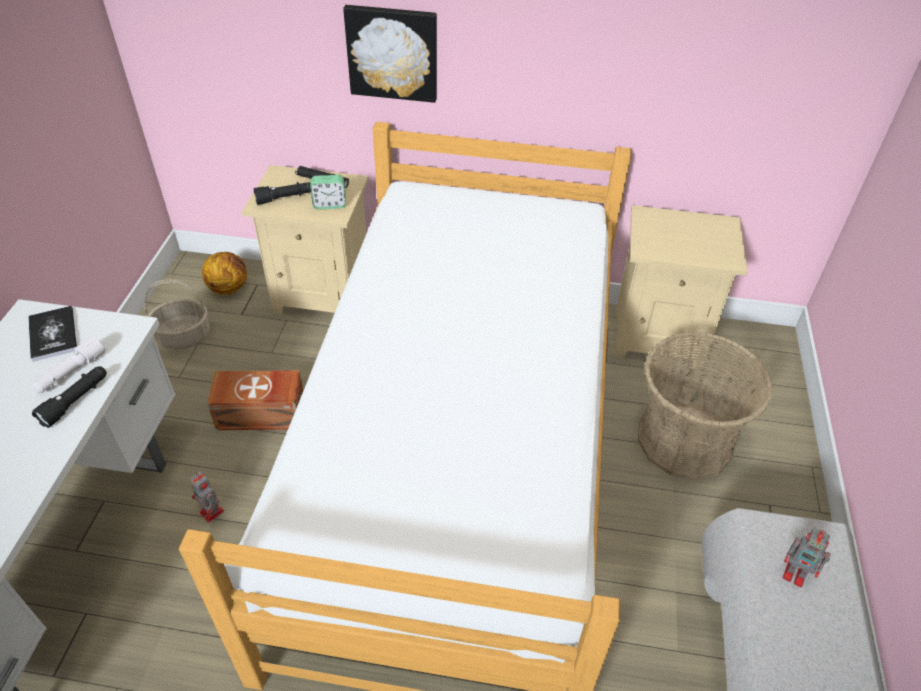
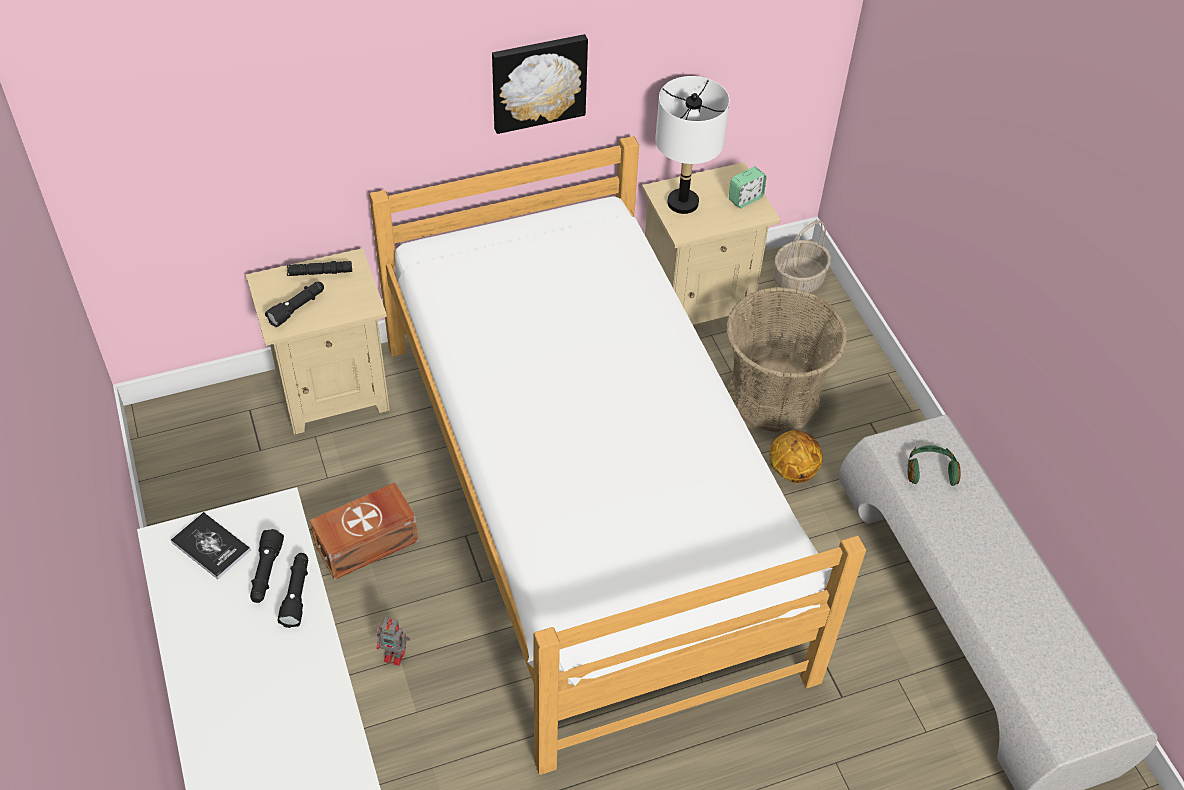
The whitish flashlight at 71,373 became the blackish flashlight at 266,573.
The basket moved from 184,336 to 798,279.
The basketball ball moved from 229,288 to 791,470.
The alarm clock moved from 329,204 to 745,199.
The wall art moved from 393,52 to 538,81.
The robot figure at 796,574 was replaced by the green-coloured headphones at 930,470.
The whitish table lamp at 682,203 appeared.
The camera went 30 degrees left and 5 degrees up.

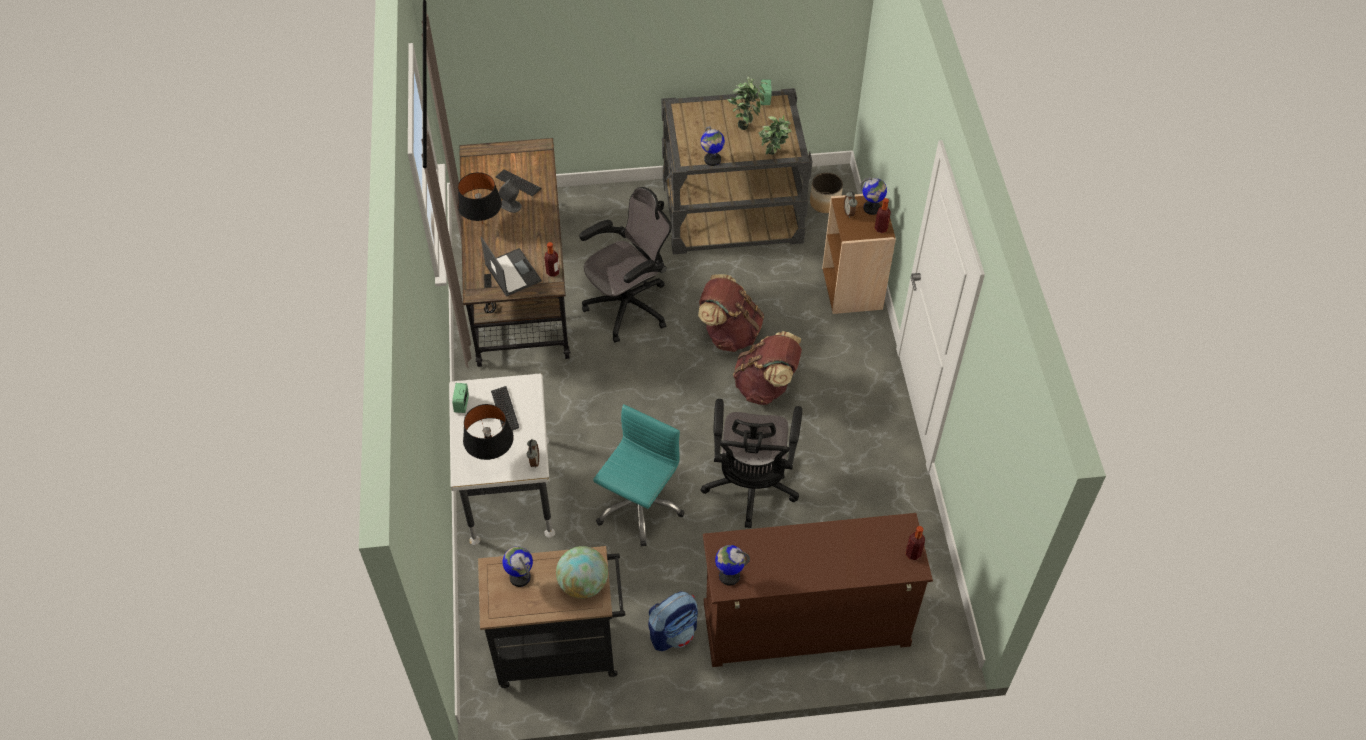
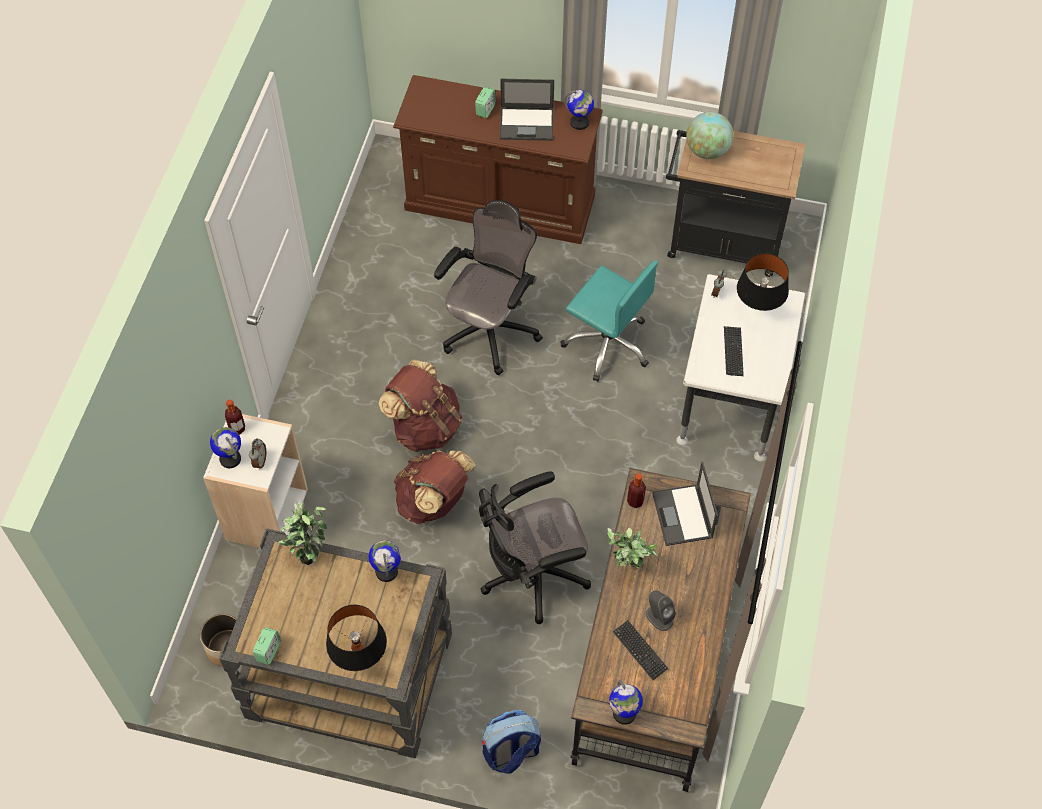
The alarm clock moved from 462,404 to 485,110.
The blackish table lamp moved from 483,224 to 359,657.
The desk globe moved from 520,577 to 624,713.
The blue-green office chair at 638,507 turned 105 degrees counterclockwise.
The rucksack moved from 673,633 to 511,752.
The plant in a pot moved from 746,123 to 628,568.
The brownish bookshelf at 853,289 became the whitish bookshelf at 266,513.
The drink bottle at 913,553 disappeared.
The portable computer at 527,123 appeared.
The camera went 160 degrees left and 5 degrees up.

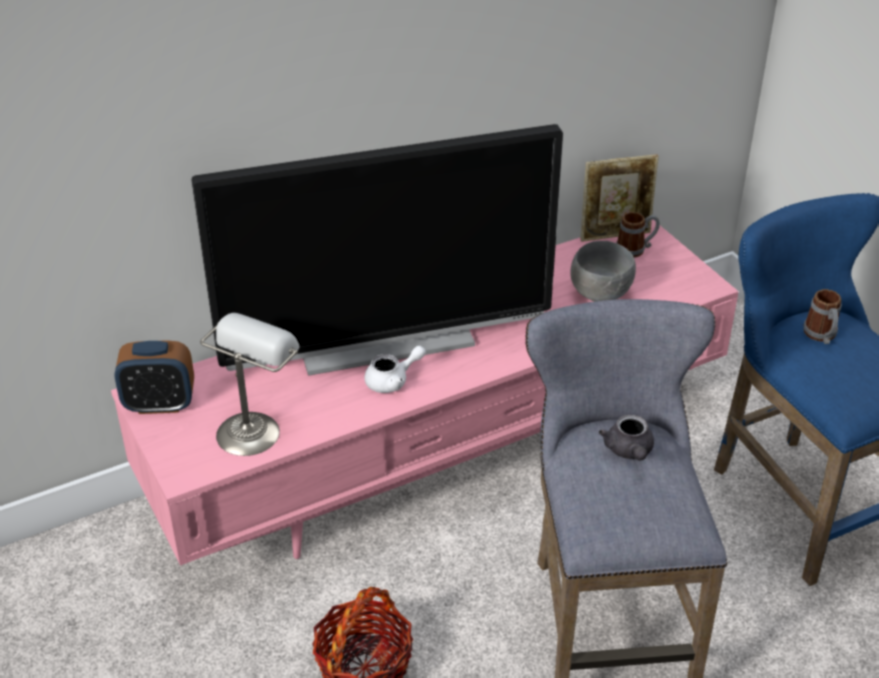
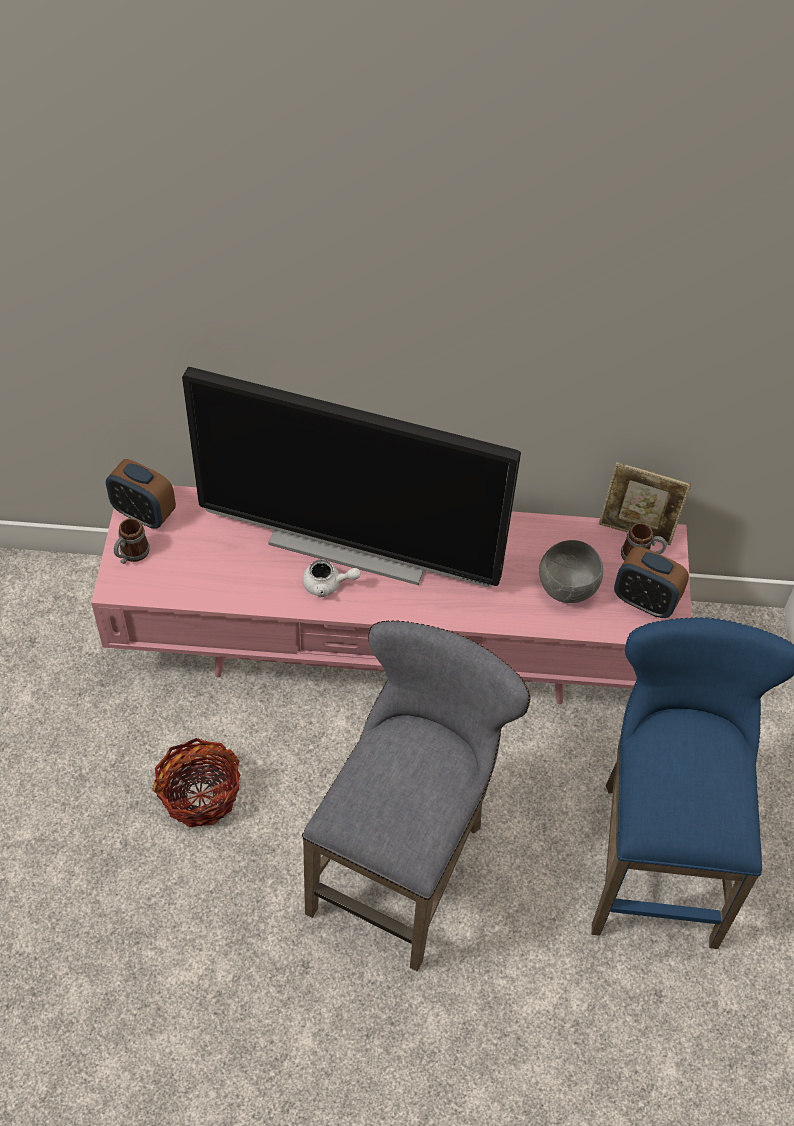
The whitish table lamp at 254,424 disappeared.
The greyish pot for tea at 629,451 disappeared.
The coffee mug moved from 821,336 to 131,555.
The alarm clock at 645,601 appeared.
The camera went 30 degrees right and 15 degrees up.

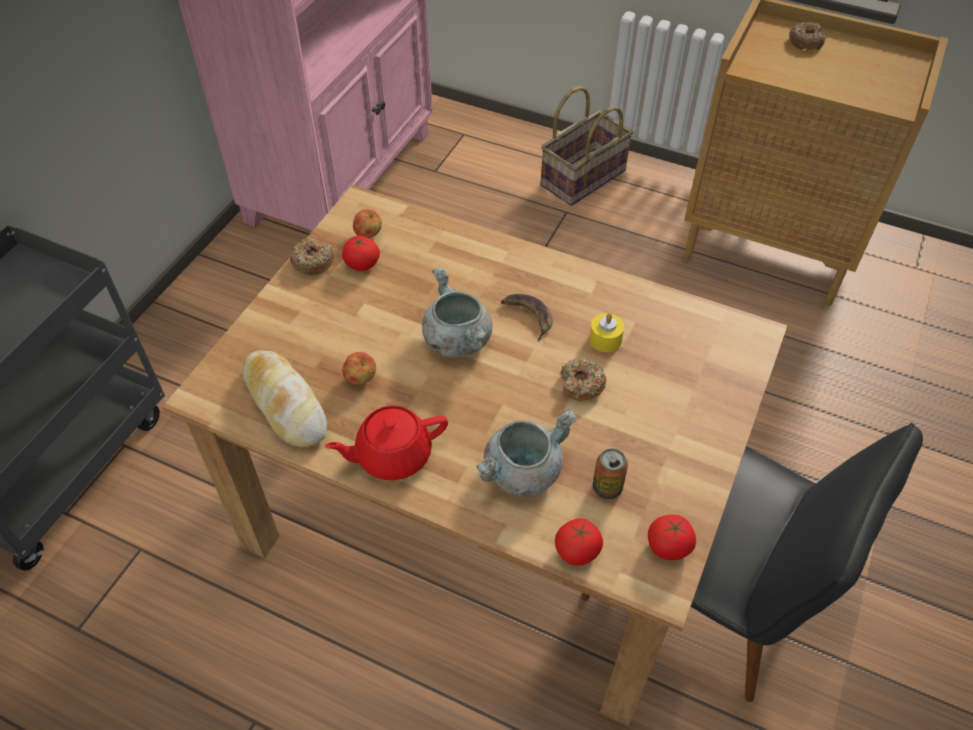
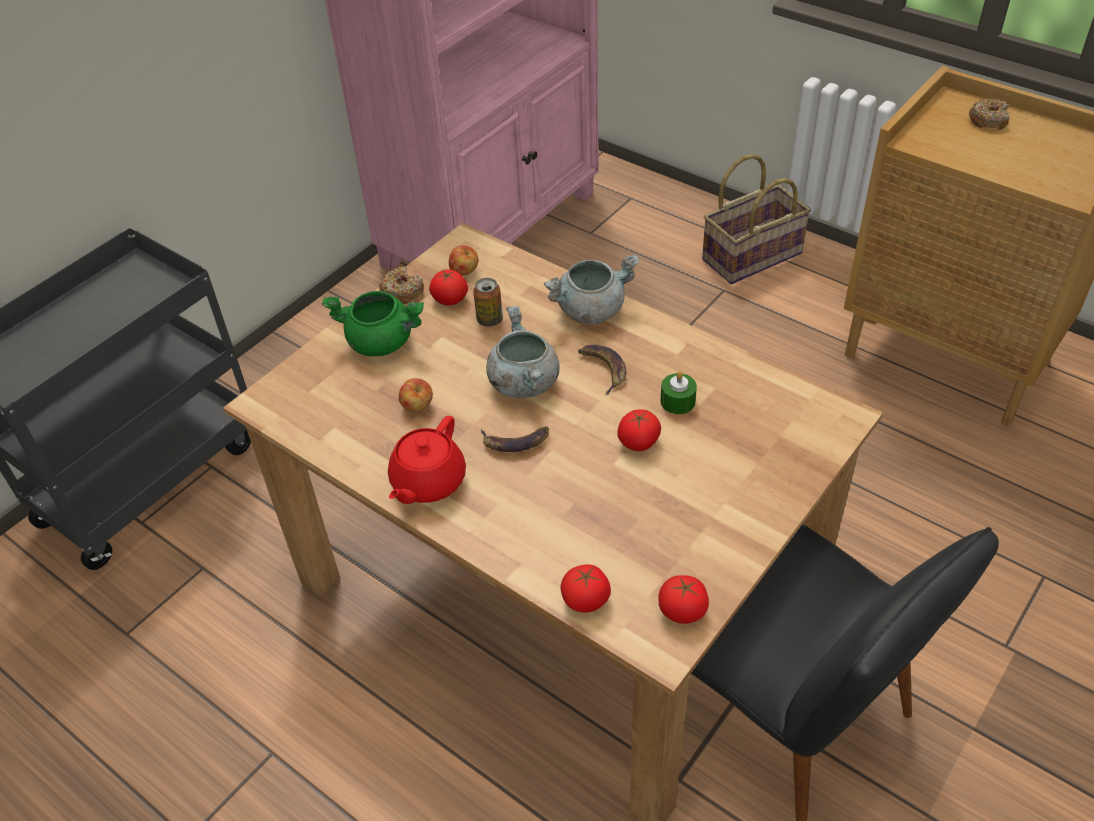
The baked bread at 285,404 disappeared.
The red-coloured pot for tea at 392,455 turned 60 degrees counterclockwise.
The greyish saucepot moved from 522,471 to 591,310.
The doughnut at 581,385 was replaced by the tomato at 638,442.
The yellowish wax light at 605,339 became the green-coloured wax light at 677,401.
The can moved from 607,488 to 489,320.
The green-coloured saucepot at 381,342 appeared.
The banana at 515,441 appeared.
The camera went 15 degrees right and 5 degrees down.

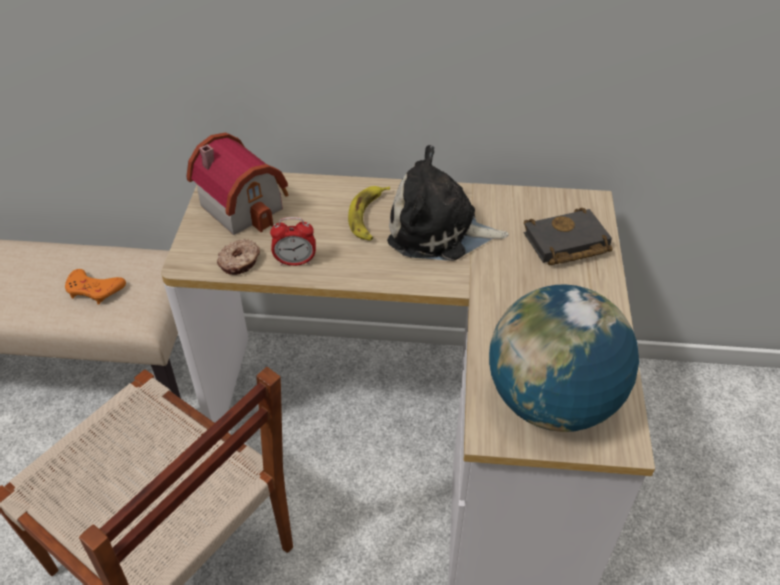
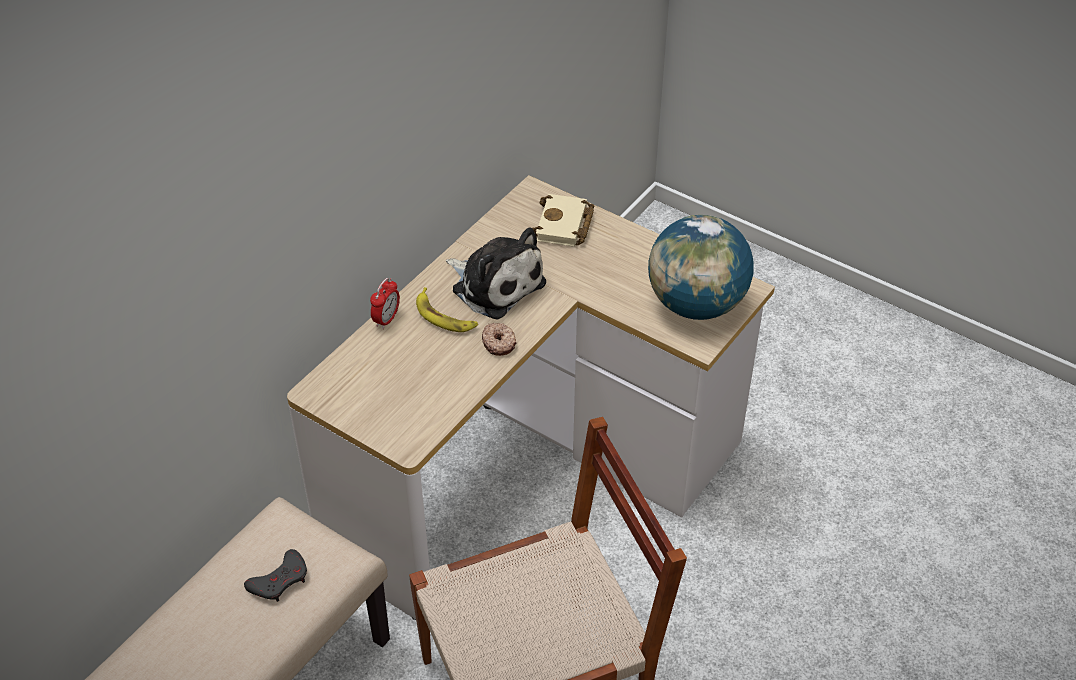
The orange game controller at 94,290 became the greyish game controller at 280,580.
The toy house at 244,204 disappeared.
The doughnut moved from 240,262 to 499,343.
The alarm clock moved from 295,262 to 386,319.
The plush toy at 439,231 turned 90 degrees counterclockwise.
The blackish bound book at 565,244 became the sand-coloured bound book at 564,226.
The camera went 60 degrees left and 0 degrees up.

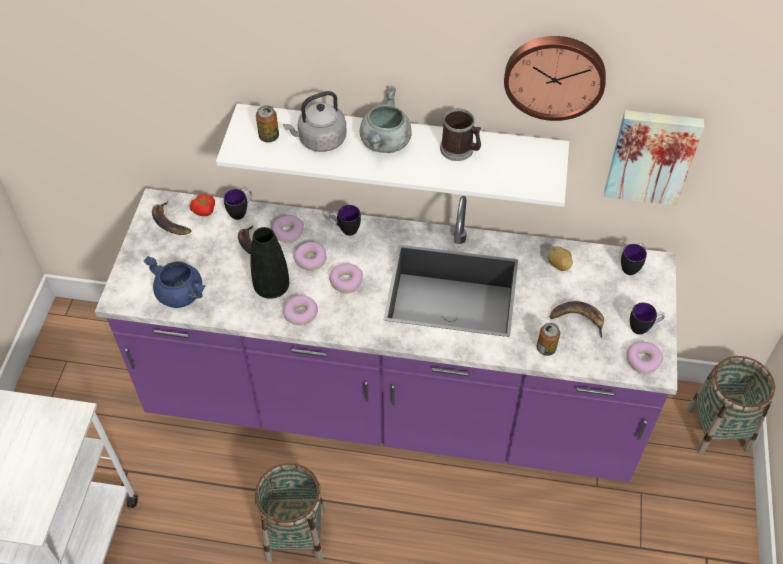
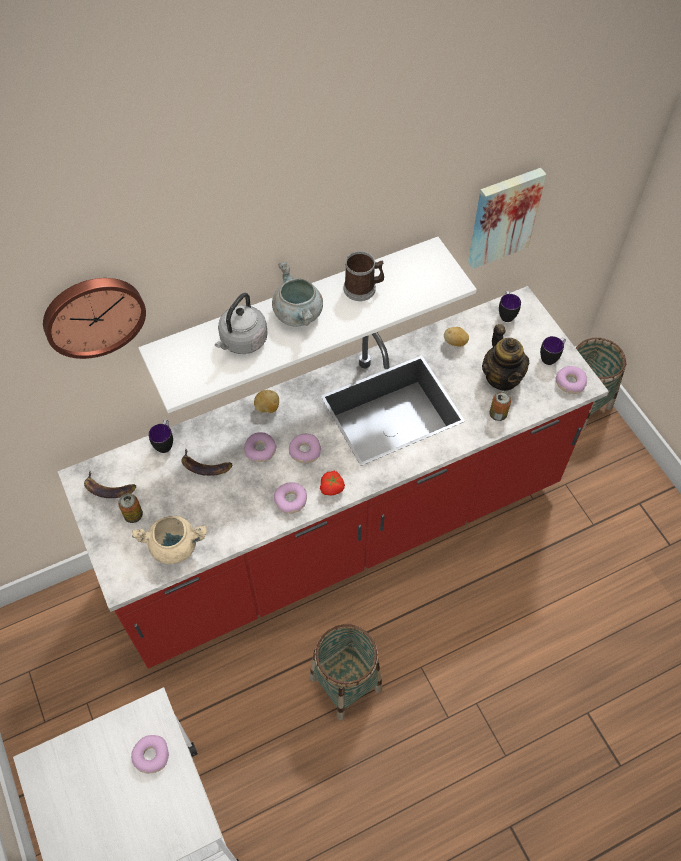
The purple-coloured kitchen counter at 391,406 became the red-coloured kitchen counter at 340,533.
The blue-coloured saucepot at 181,294 became the sand-coloured saucepot at 175,545.
The tomato moved from 204,211 to 332,487.
The blackish flower vase at 272,288 disappeared.
The can moved from 269,137 to 133,515.
The doughnut moved from 287,232 to 151,755.
The coffee mug at 345,229 was replaced by the potato at 267,408.
The wall clock moved from 554,75 to 93,314.
The banana at 578,319 was replaced by the pot for tea at 502,377.
The camera went 35 degrees left and 5 degrees up.

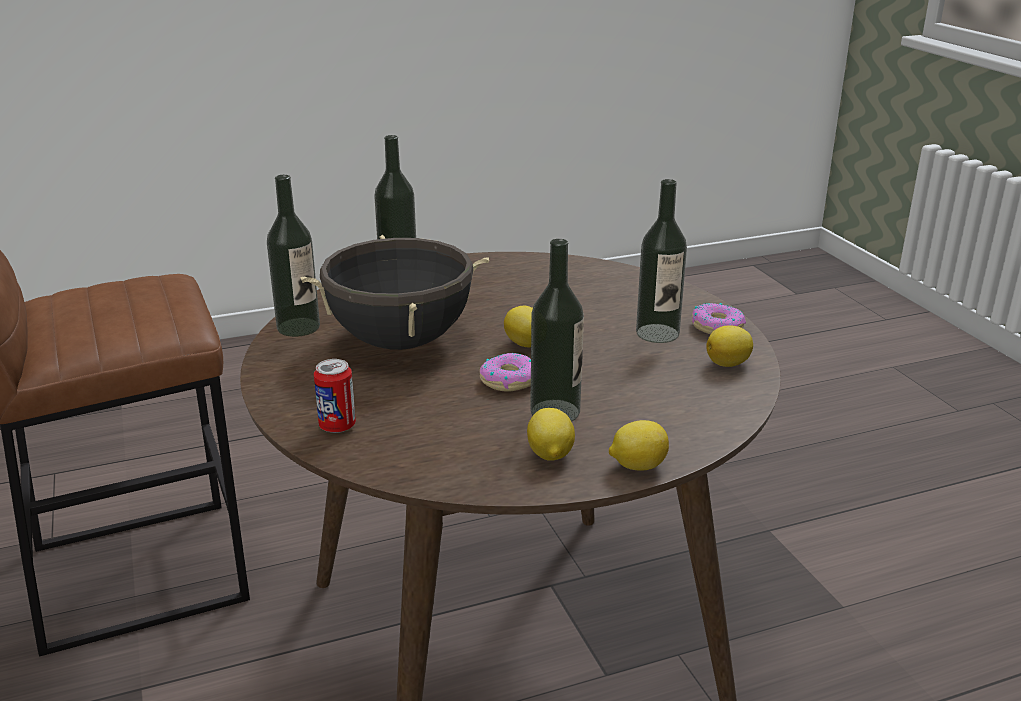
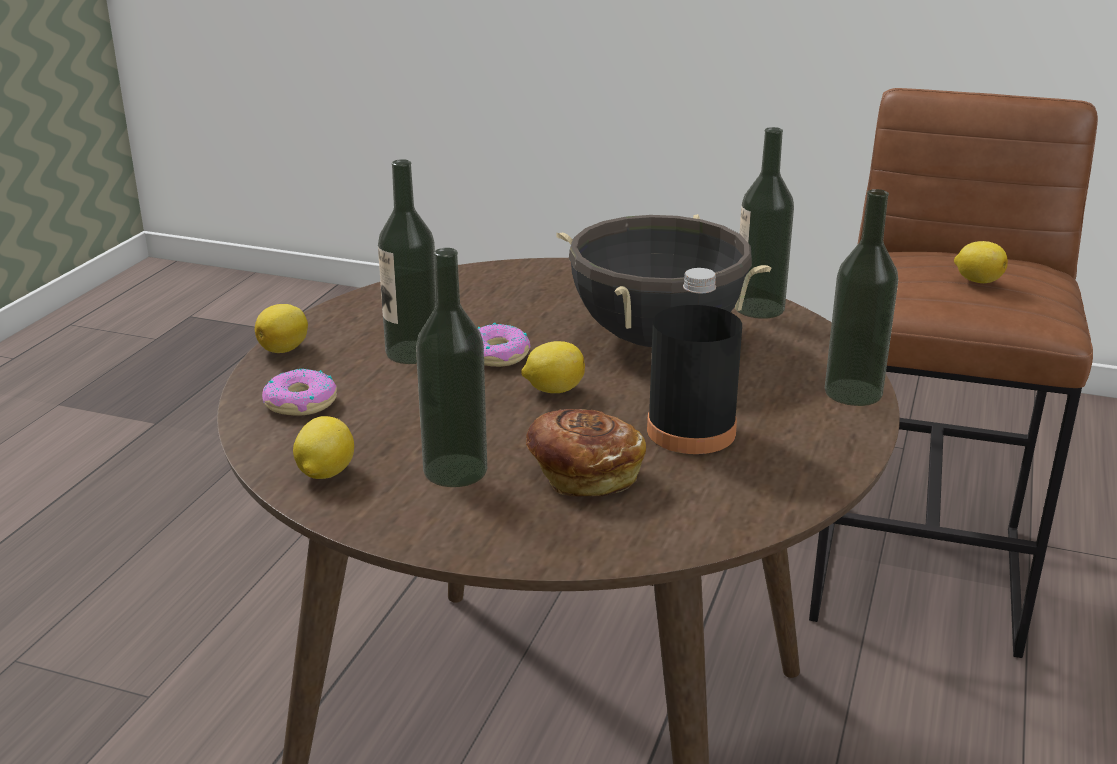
The can at 337,426 disappeared.
The whole lemon moved from 550,455 to 977,280.
The doughnut moved from 717,327 to 300,403.
The baked bread at 583,474 appeared.
The blackish drink bottle at 691,431 appeared.
The camera went 130 degrees right and 0 degrees up.

